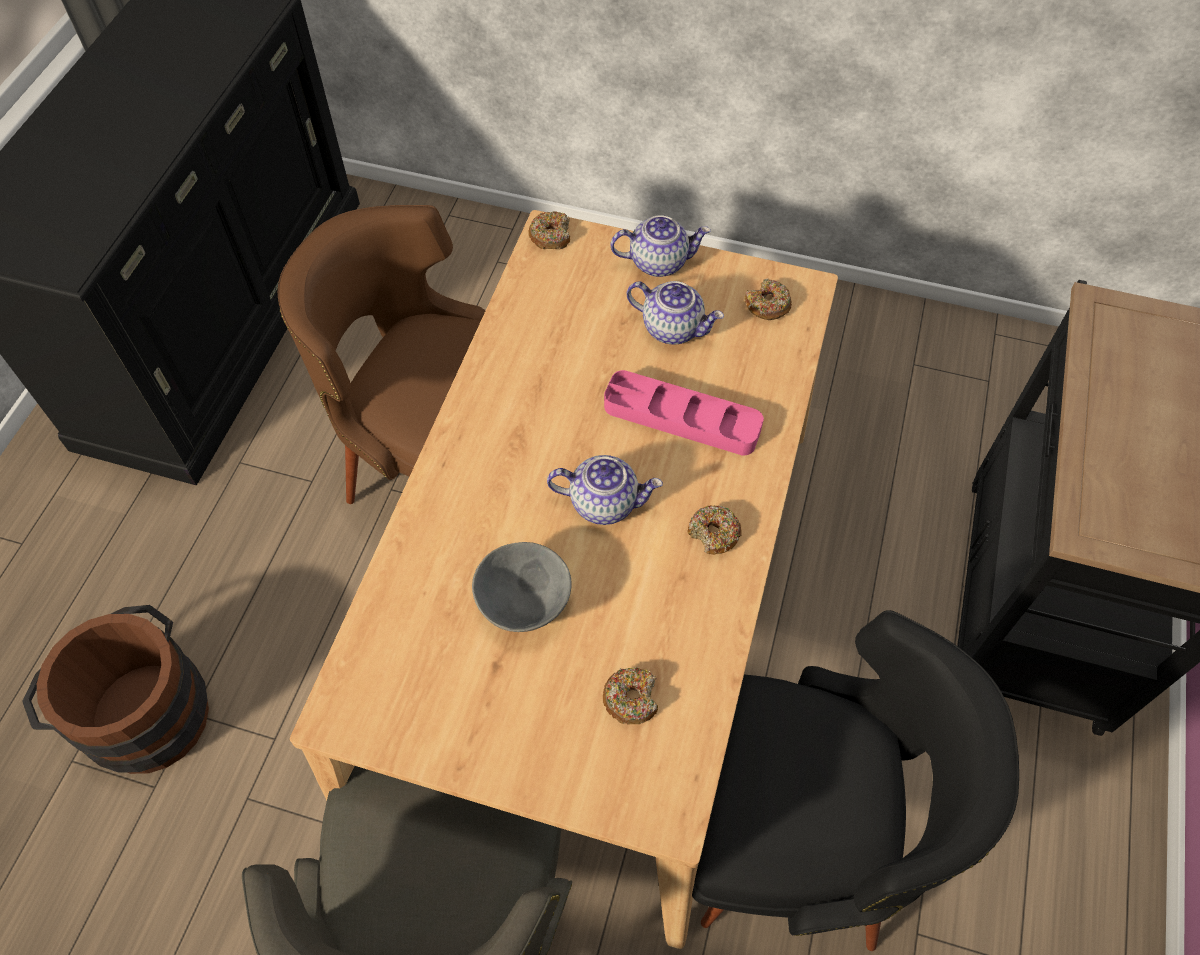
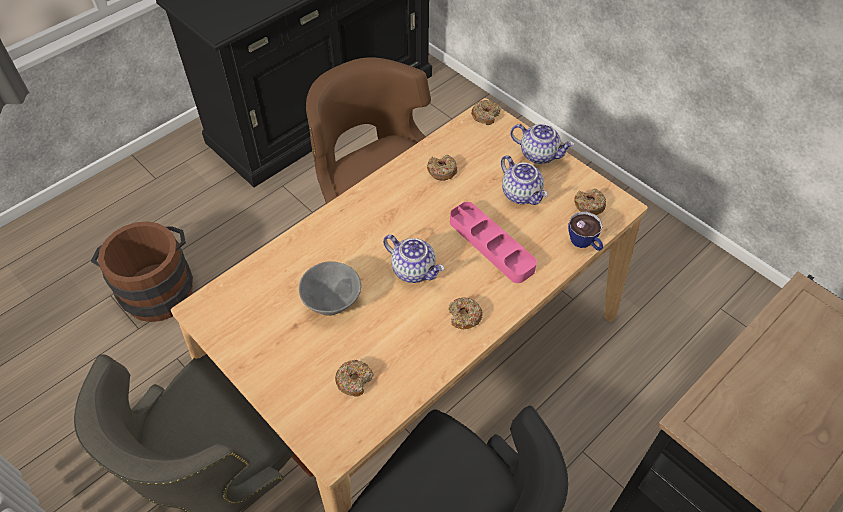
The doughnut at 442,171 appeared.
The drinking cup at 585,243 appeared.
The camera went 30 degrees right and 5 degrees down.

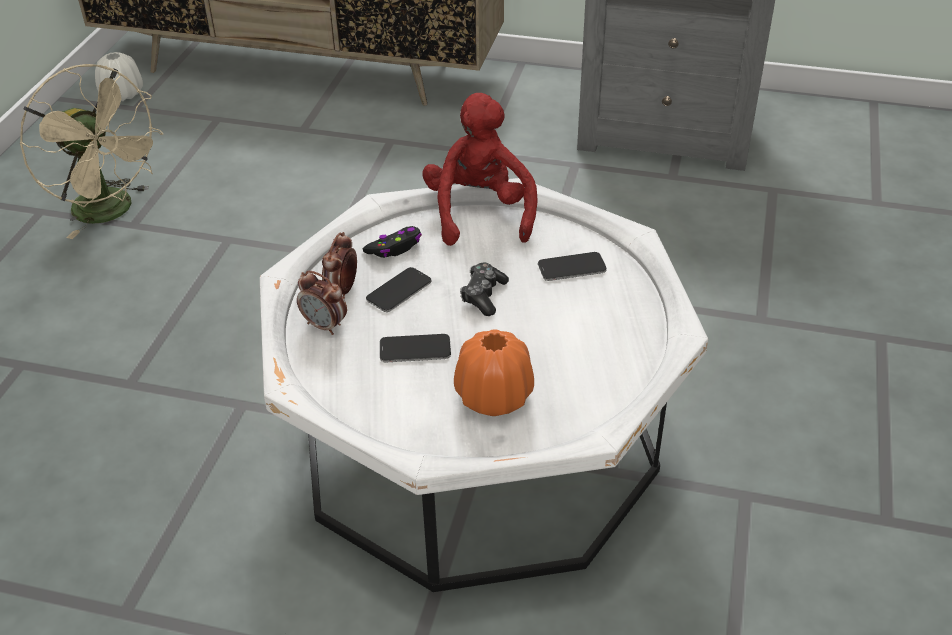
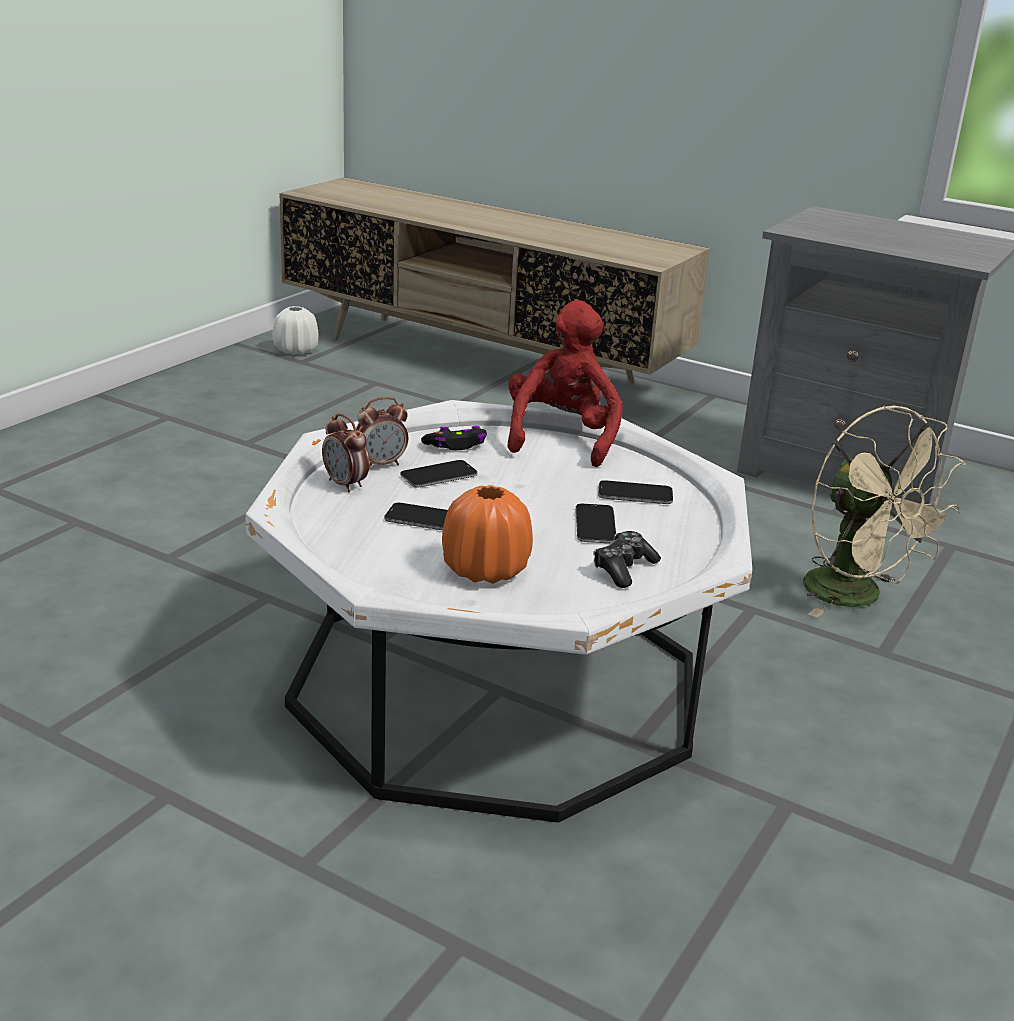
The sand-coloured fan moved from 112,211 to 856,597.
The alarm clock at 342,290 turned 150 degrees counterclockwise.
The game controller moved from 483,295 to 623,569.
The telephone at 595,525 appeared.
The camera went 15 degrees right and 15 degrees down.

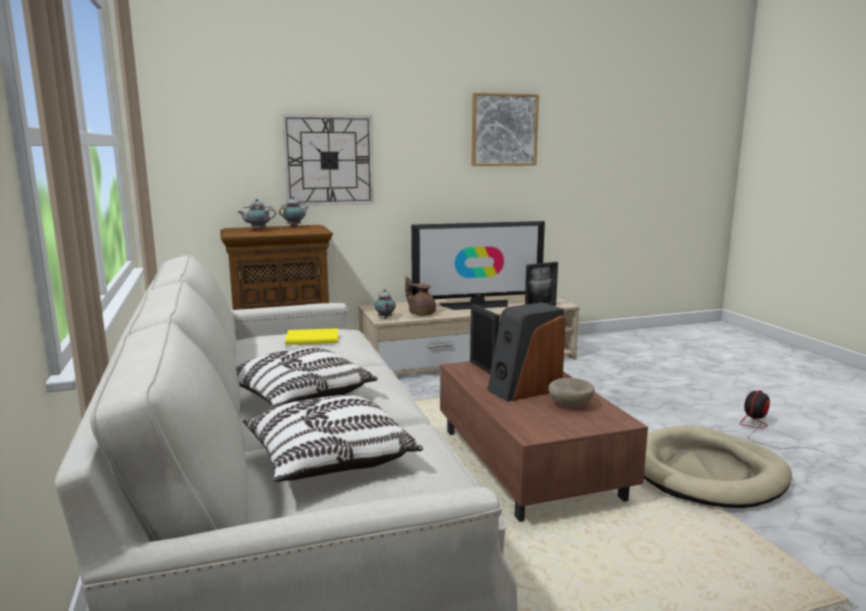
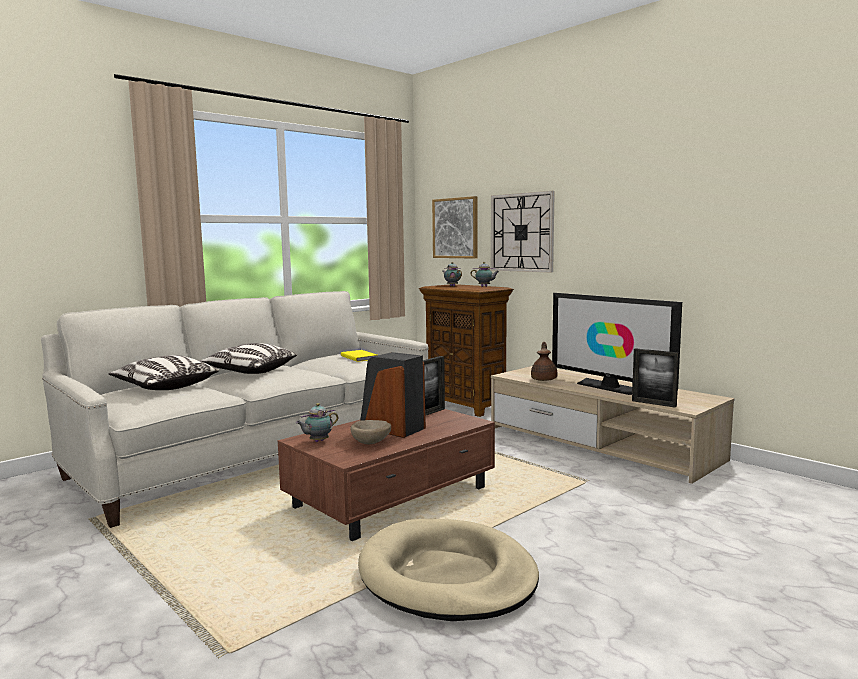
The pot for tea moved from 385,318 to 317,441.
The wall art moved from 504,130 to 455,228.
The fan at 762,430 disappeared.
The camera went 65 degrees right and 5 degrees down.

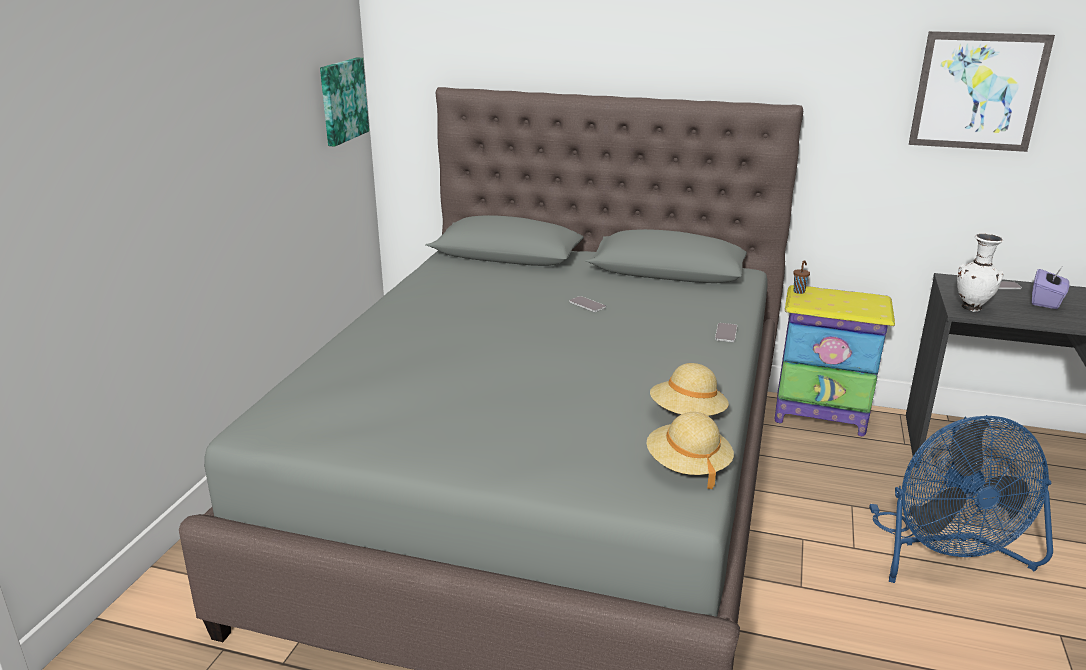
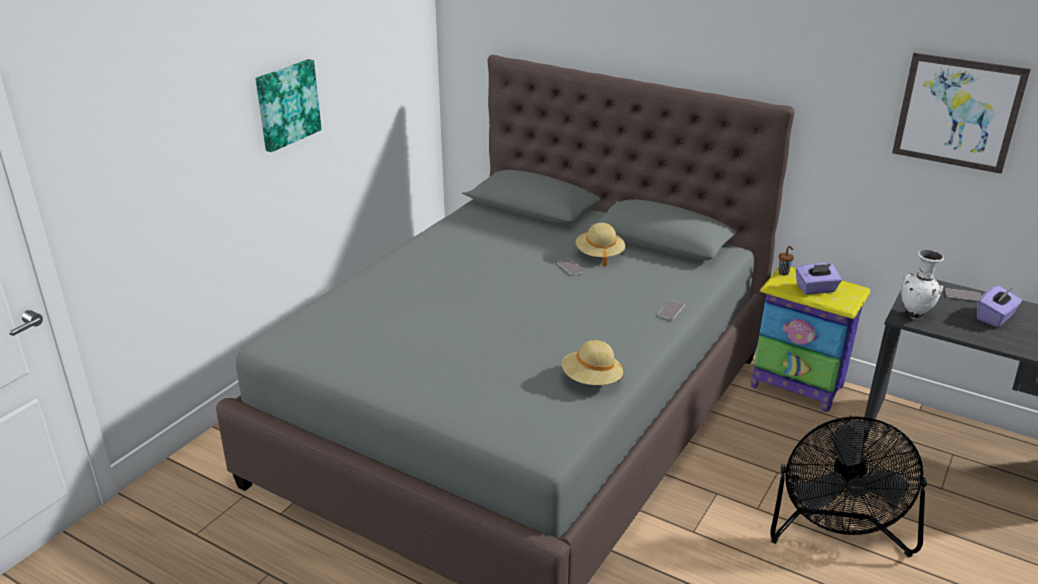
The wall art moved from 342,100 to 286,104.
The sand-coloured hat moved from 688,466 to 599,255.
The blue-coloured fan at 941,555 became the blackish fan at 831,528.
The purple-coloured tissue holder at 816,289 appeared.
The camera went 15 degrees right and 5 degrees up.

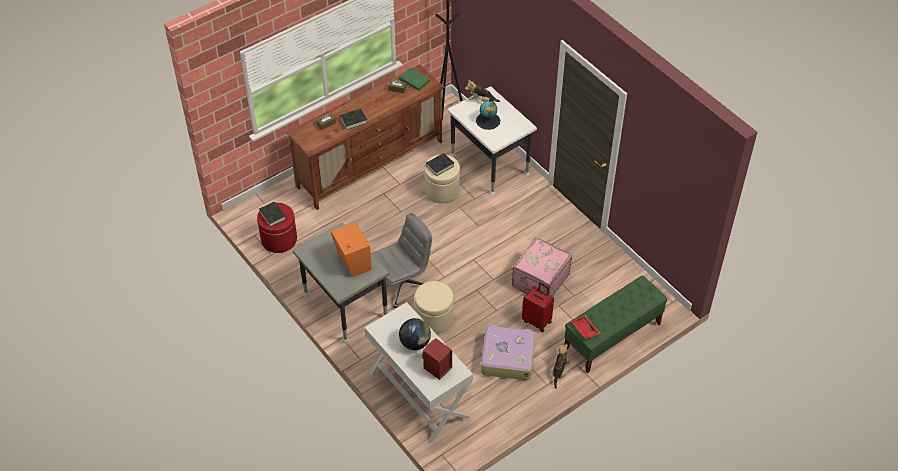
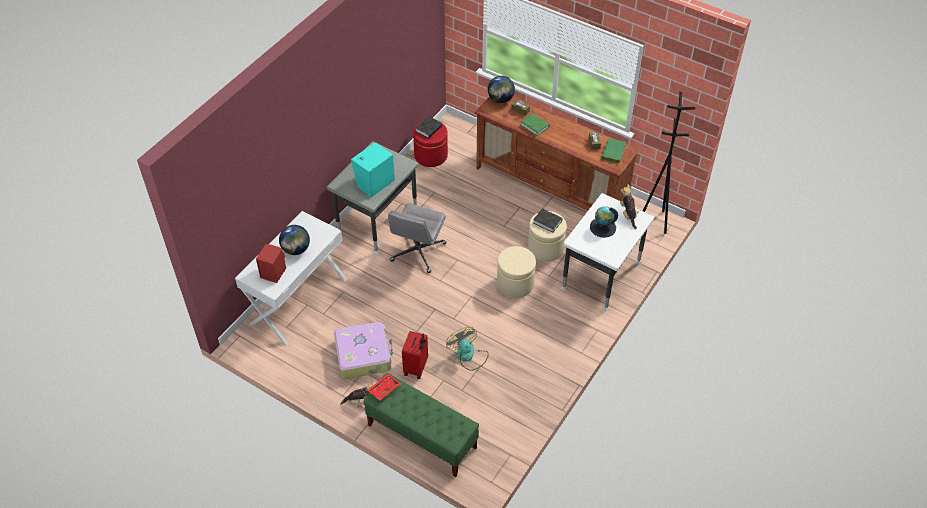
The orange speaker at 353,262 became the blue-green speaker at 374,183.
The blackish bound book at 353,120 became the green-coloured bound book at 534,126.
The greyish office chair at 402,284 turned 75 degrees clockwise.
The sand-coloured footrest moved from 434,319 to 515,284.
The pink travel case at 539,280 was replaced by the fan at 468,356.
The desk globe at 500,99 appeared.
The camera went 70 degrees right and 0 degrees up.

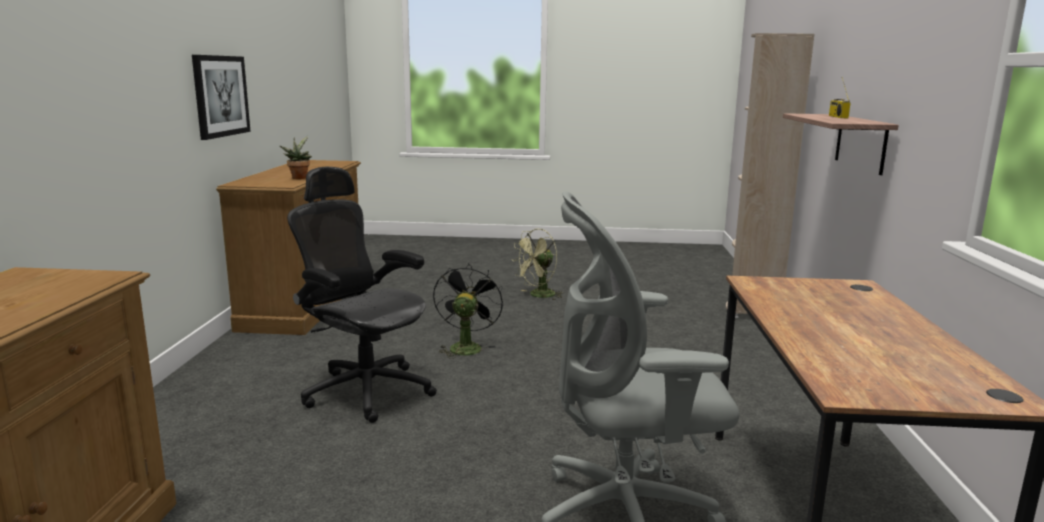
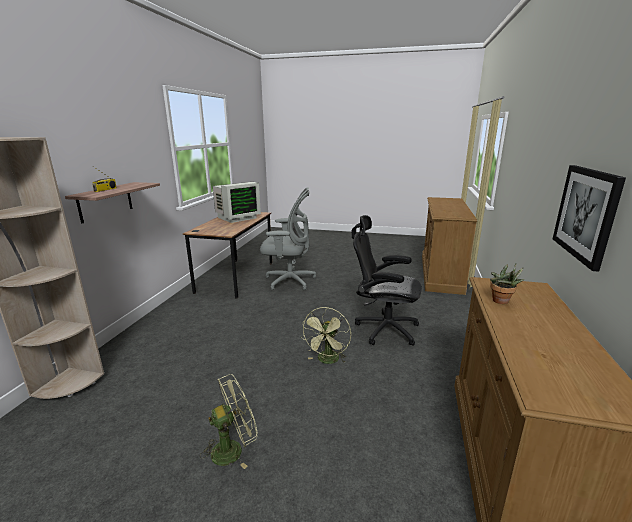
The office chair at 365,390 turned 150 degrees clockwise.
The blackish fan at 466,346 became the green-coloured fan at 327,361.
The computer screen at 237,217 appeared.
The camera went 170 degrees left and 5 degrees up.

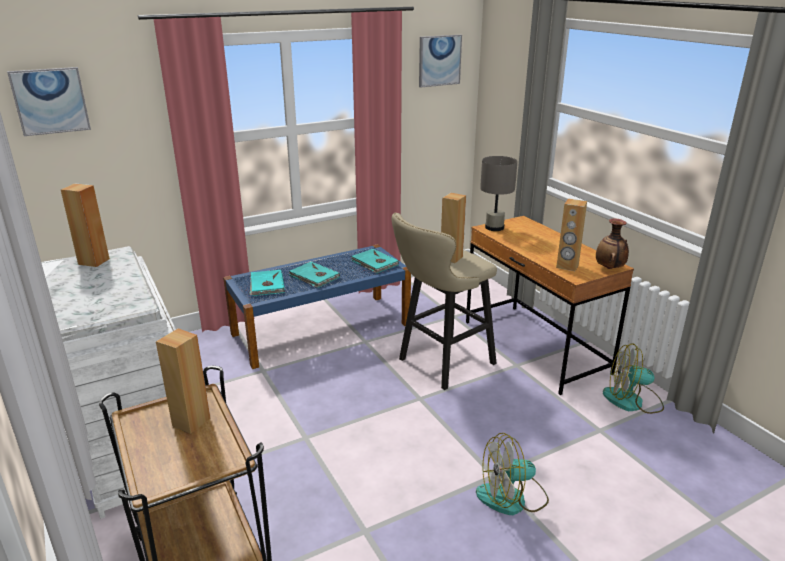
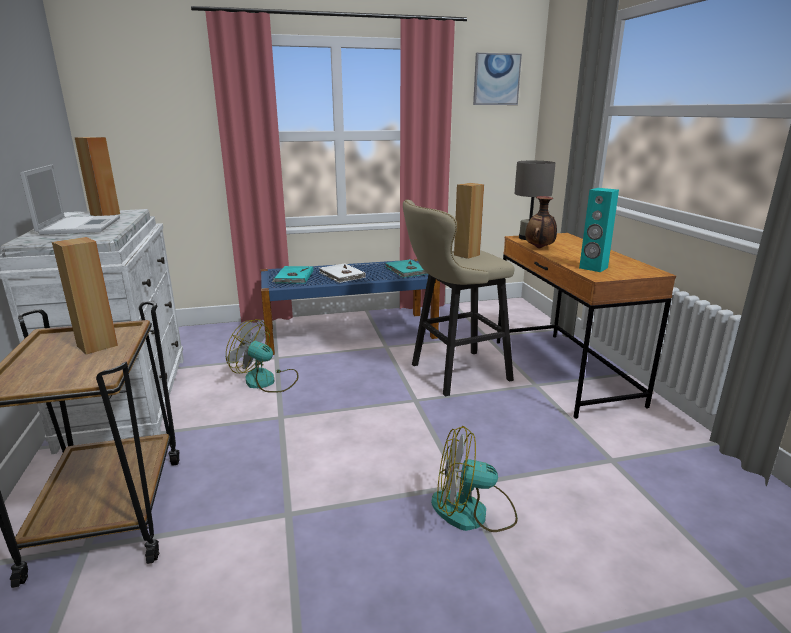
The wall art at 50,101 disappeared.
The blue-green bound book at 314,277 became the whitish bound book at 341,275.
The brownish speaker at 567,266 became the blue-green speaker at 593,268.
The flower vase moved from 609,268 to 539,248.
The fan moved from 632,401 to 267,381.
The portable computer at 80,225 appeared.
The camera went 15 degrees right and 5 degrees down.

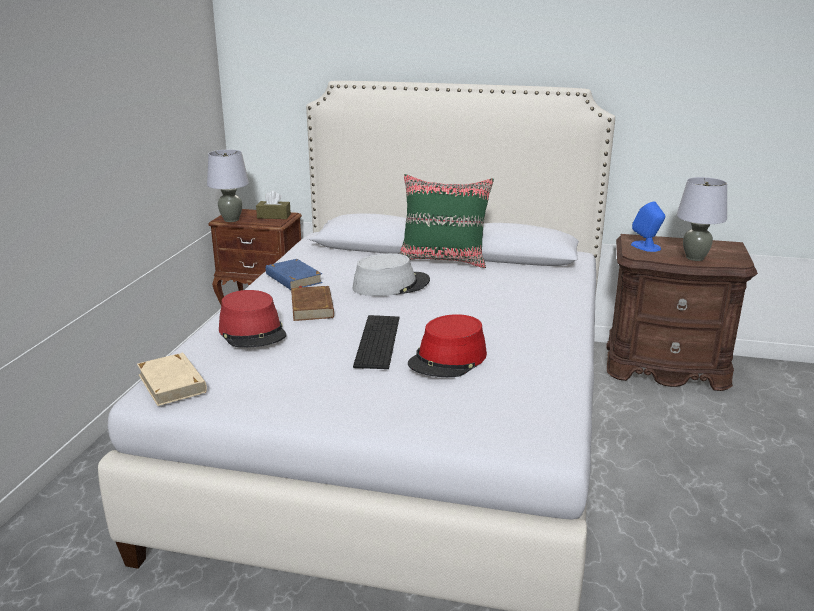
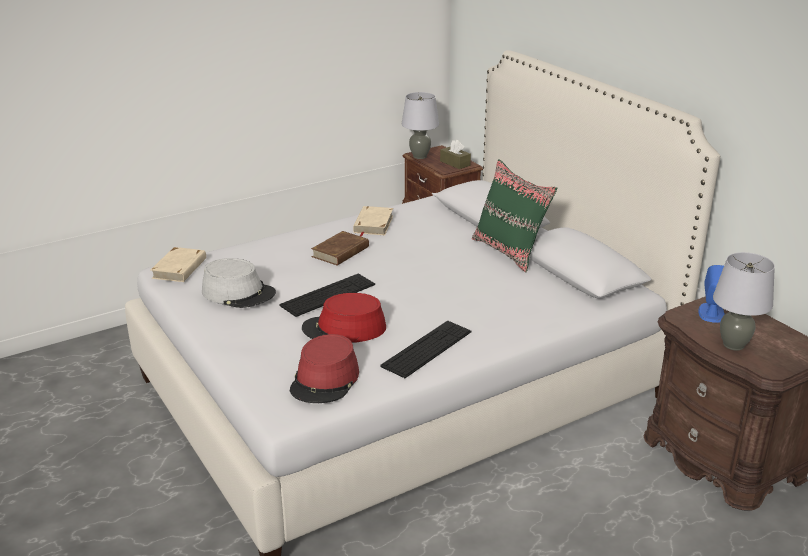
The red-coloured hat moved from 253,331 to 325,380.
The blue-coloured bound book at 293,279 became the sand-coloured bound book at 373,224.
The greyish hat moved from 391,285 to 238,293.
The PC keyboard at 427,349 appeared.
The camera went 45 degrees right and 5 degrees up.

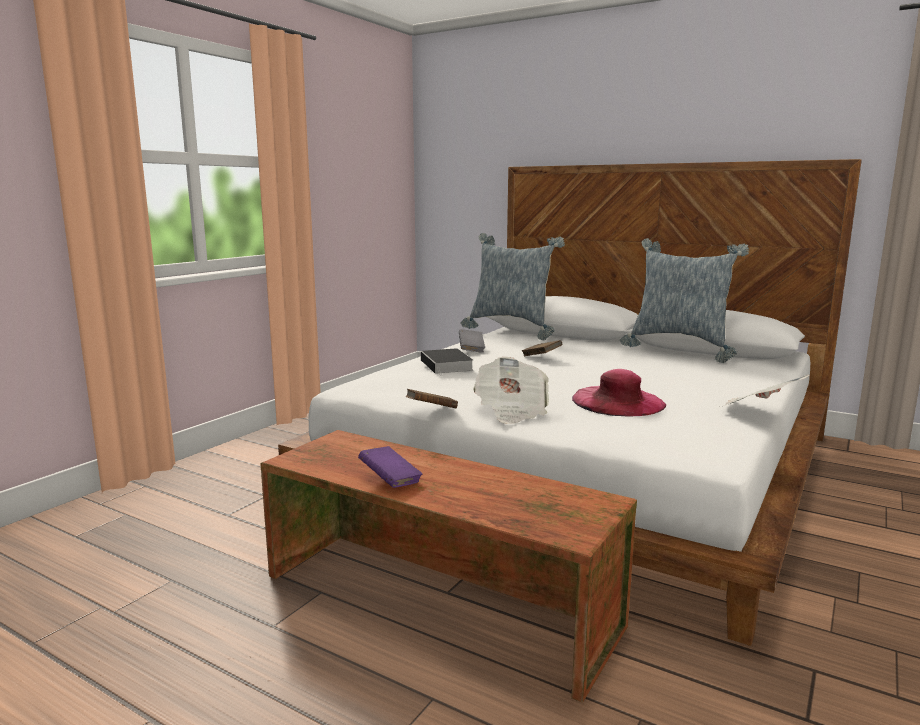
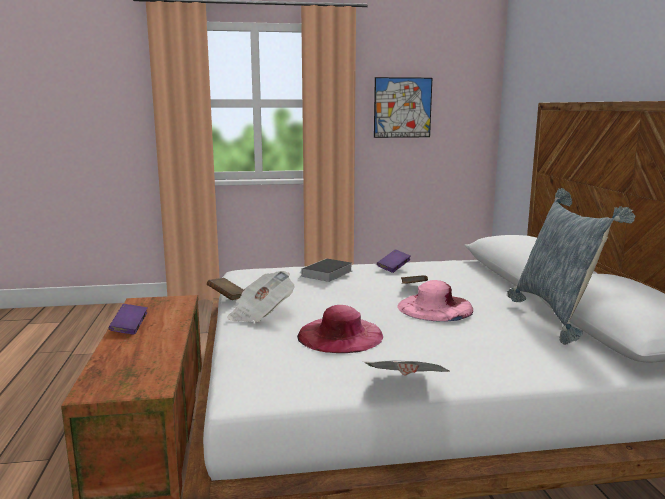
The greyish bound book at 471,349 became the purple-coloured bound book at 393,268.
The throw pillow at 512,333 disappeared.
The wall art at 402,107 appeared.
The pink hat at 435,307 appeared.
The camera went 50 degrees right and 0 degrees up.

